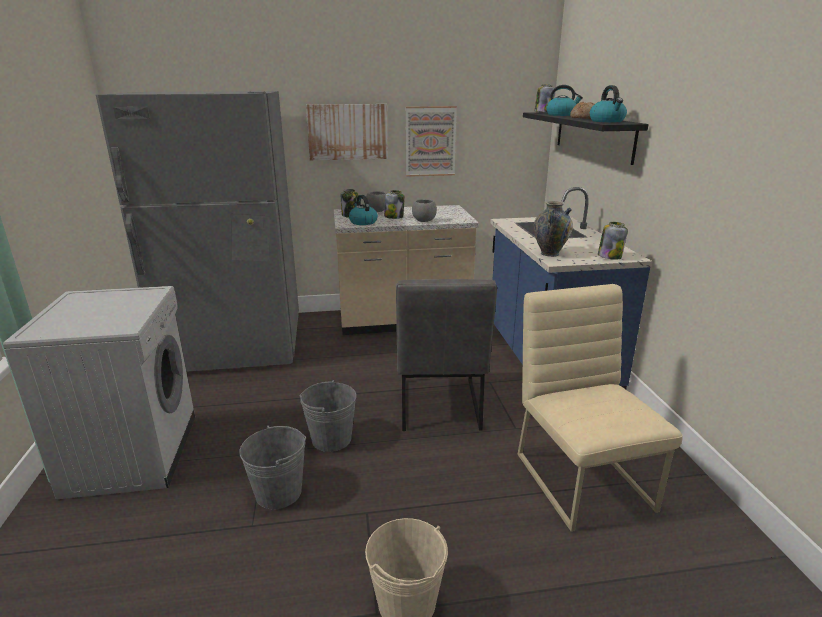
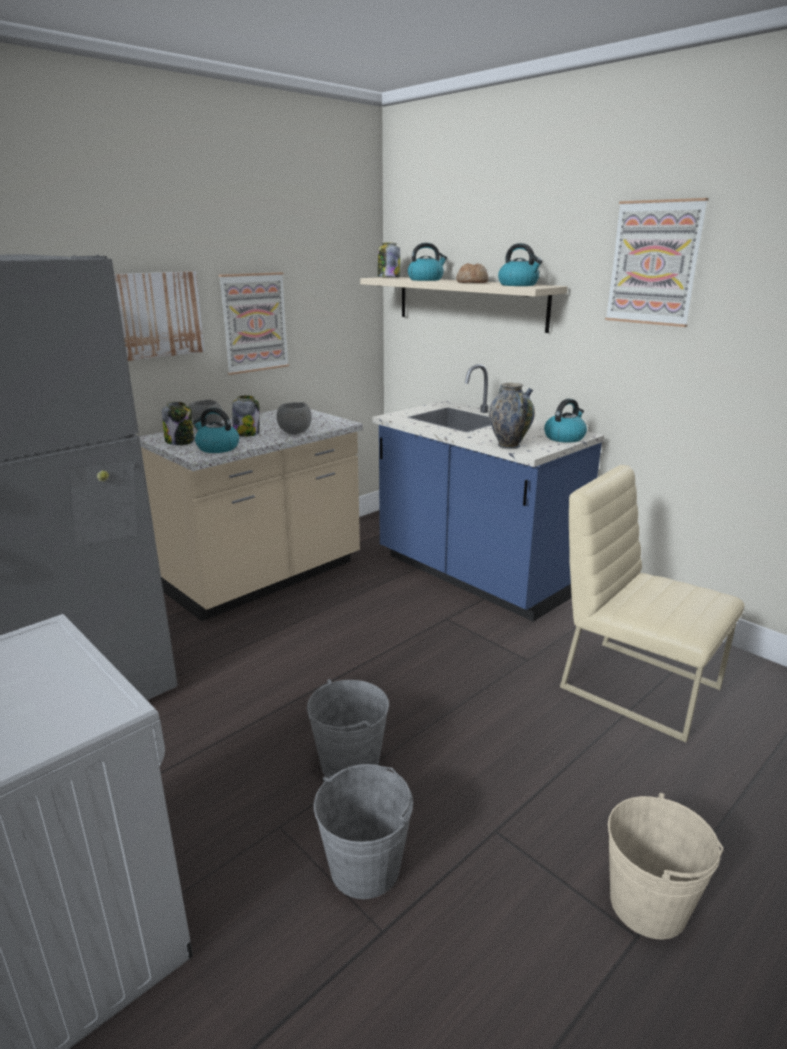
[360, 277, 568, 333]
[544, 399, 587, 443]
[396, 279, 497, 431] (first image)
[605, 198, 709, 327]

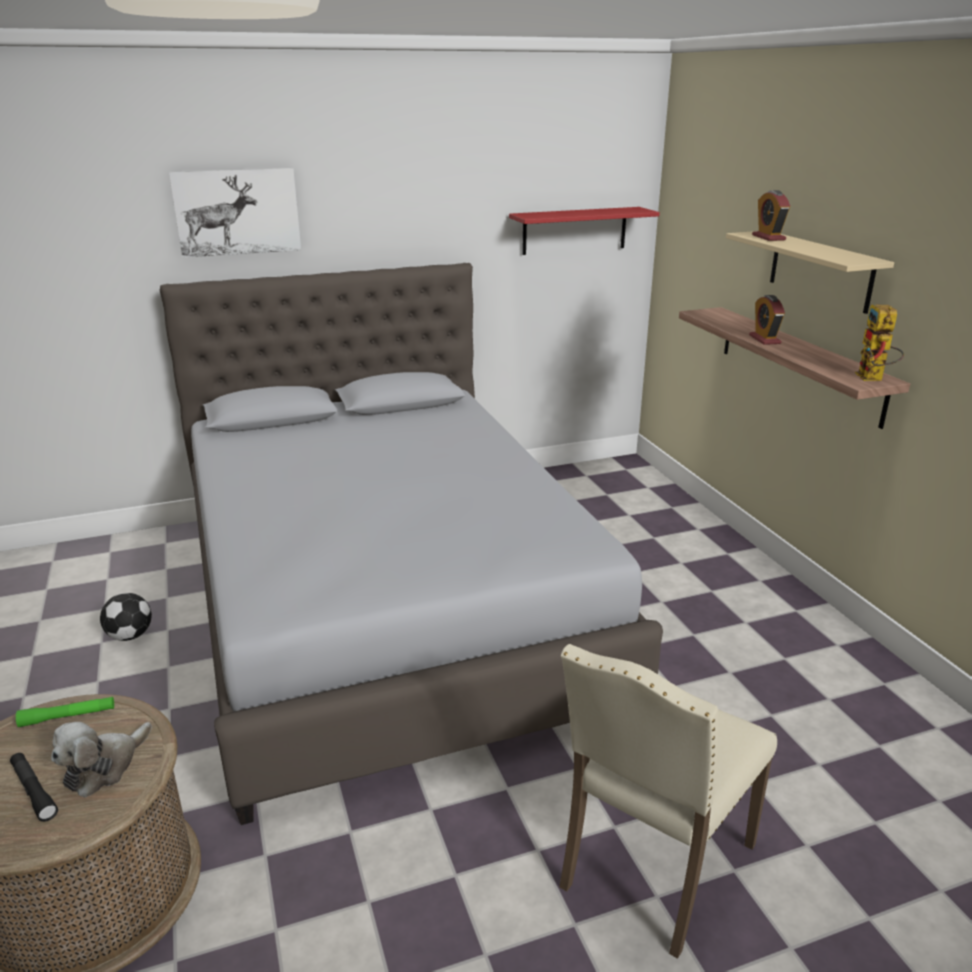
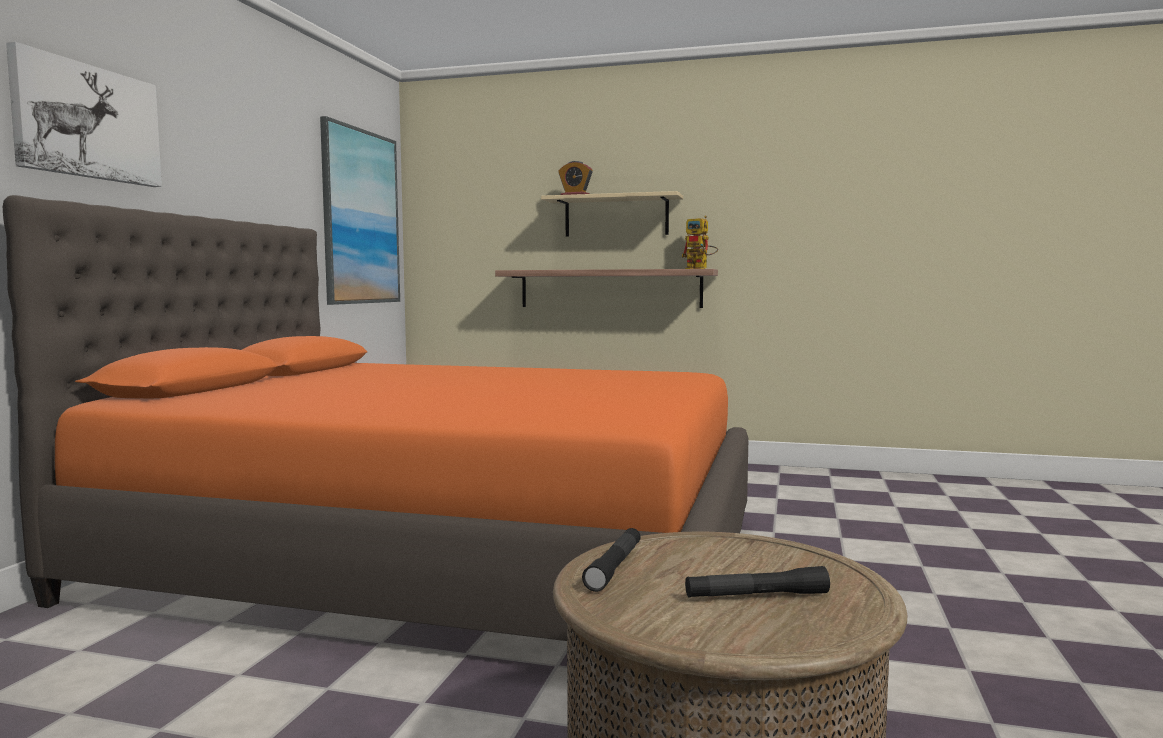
[320, 116, 400, 305]
[3, 195, 748, 641]
[749, 295, 785, 345] (first image)
[100, 593, 152, 641] (first image)
[559, 644, 777, 959] (first image)
[582, 528, 641, 592]
[51, 722, 152, 798] (first image)

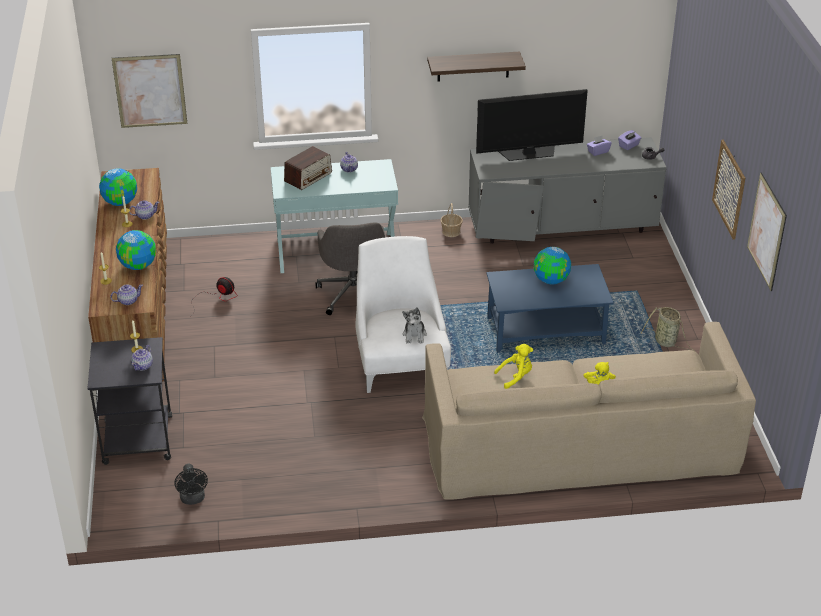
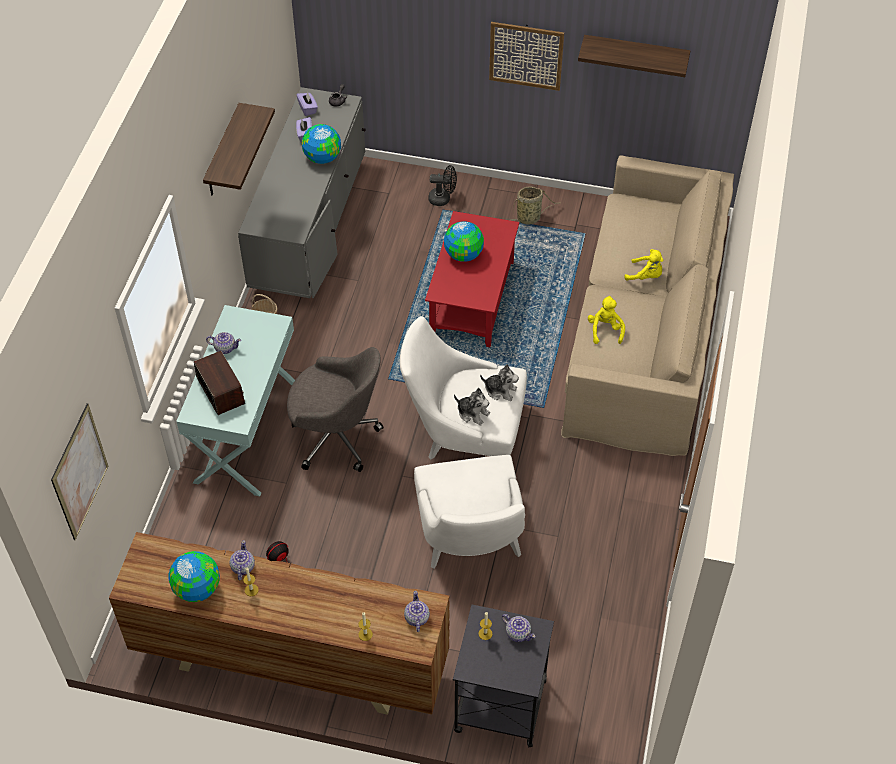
[476, 89, 588, 161] (first image)
[578, 35, 690, 77]
[302, 124, 341, 164]
[425, 211, 519, 347]
[428, 165, 457, 206]
[454, 388, 490, 426]
[414, 455, 525, 569]

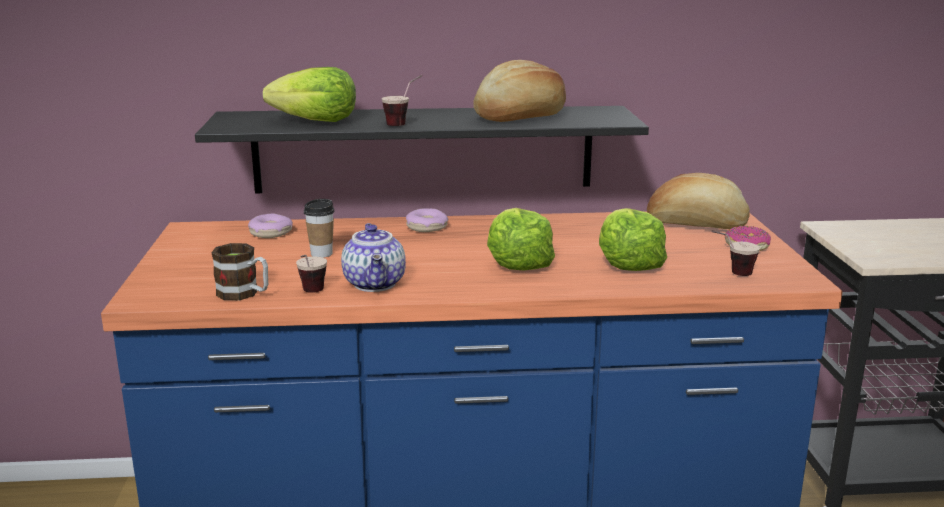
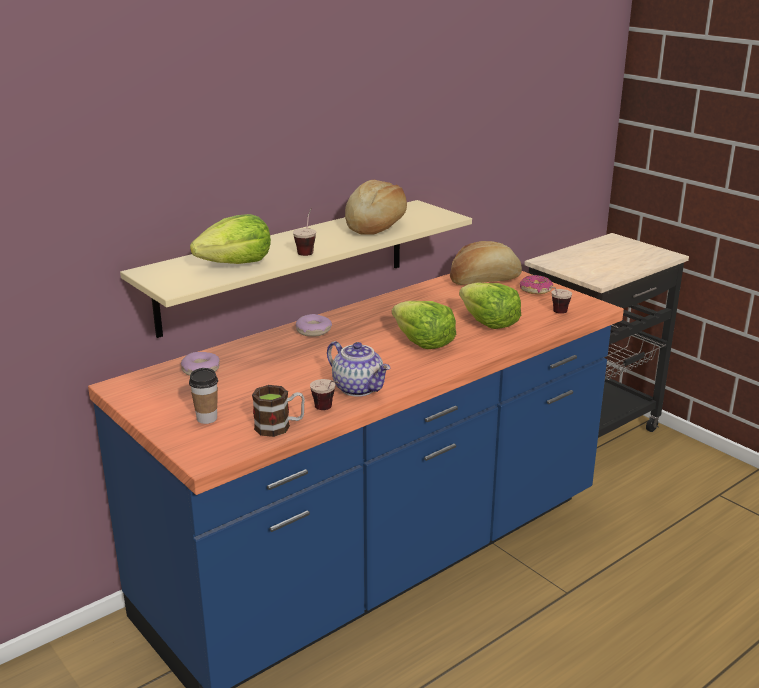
[120, 200, 472, 338]
[189, 368, 218, 424]

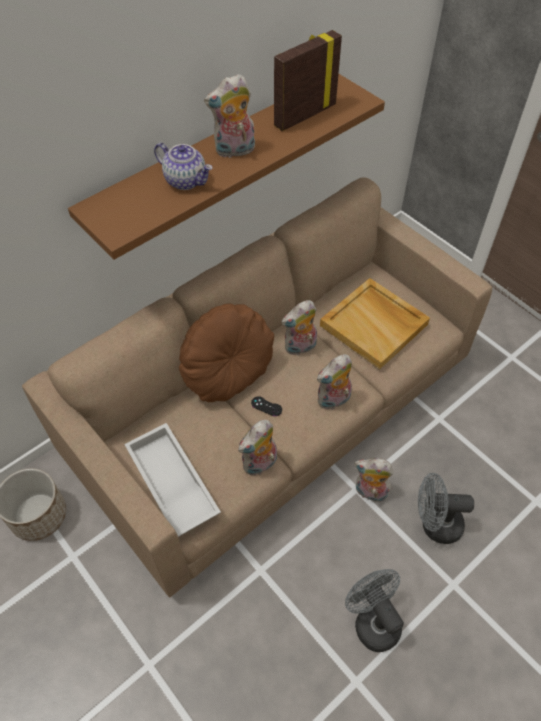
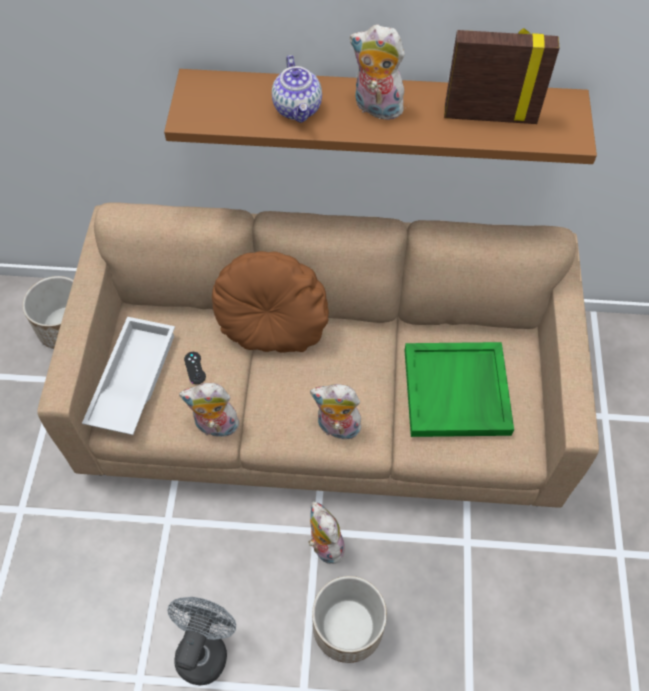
[405, 342, 514, 437]
[281, 300, 317, 355] (first image)
[184, 352, 206, 384]
[312, 576, 387, 663]

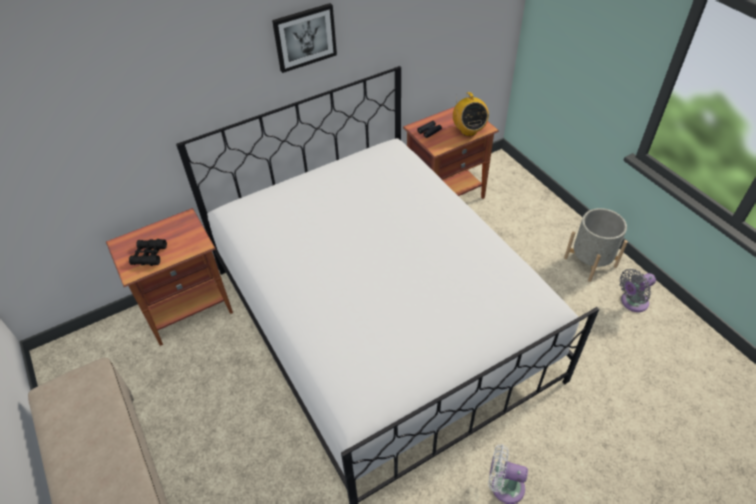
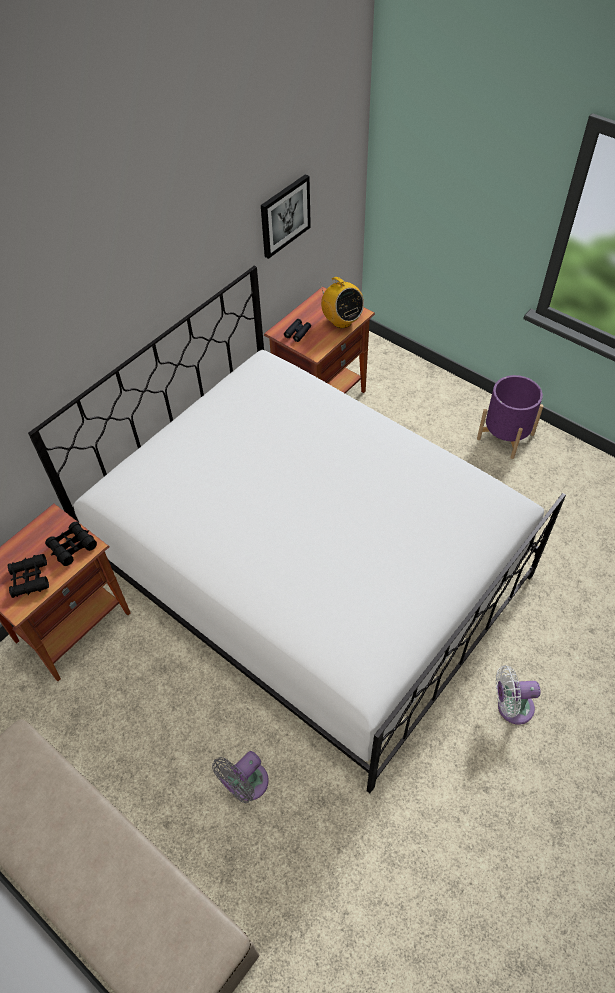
[261, 174, 311, 259]
[477, 375, 543, 459]
[212, 751, 269, 803]
[45, 522, 97, 566]

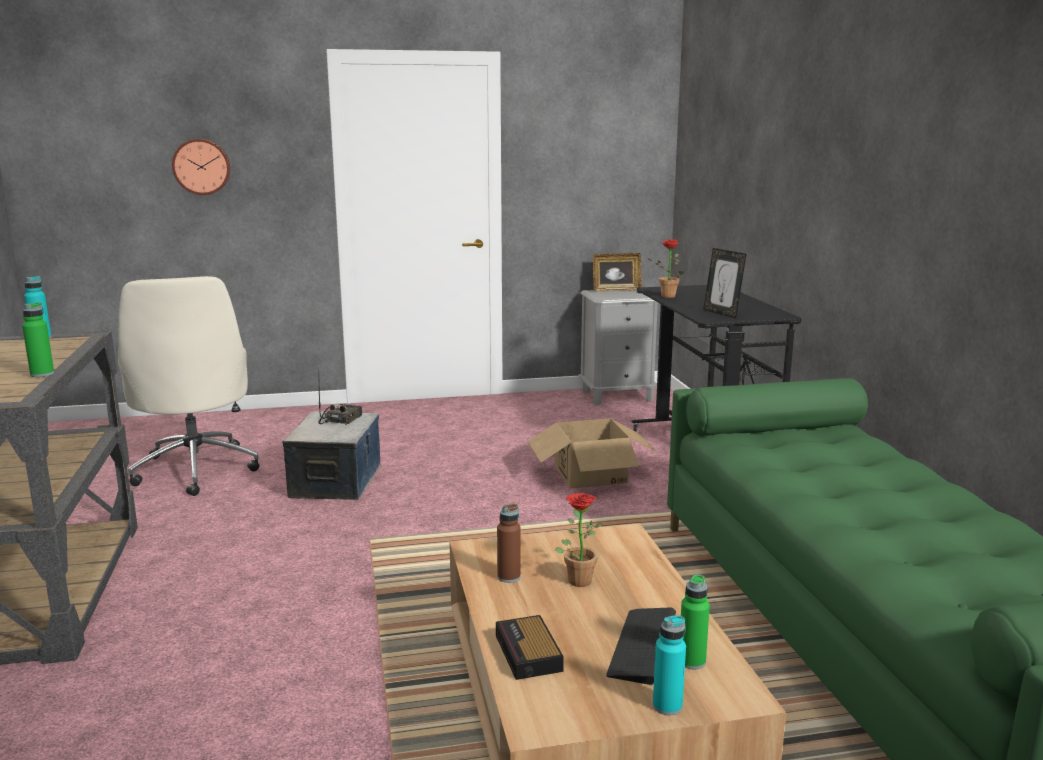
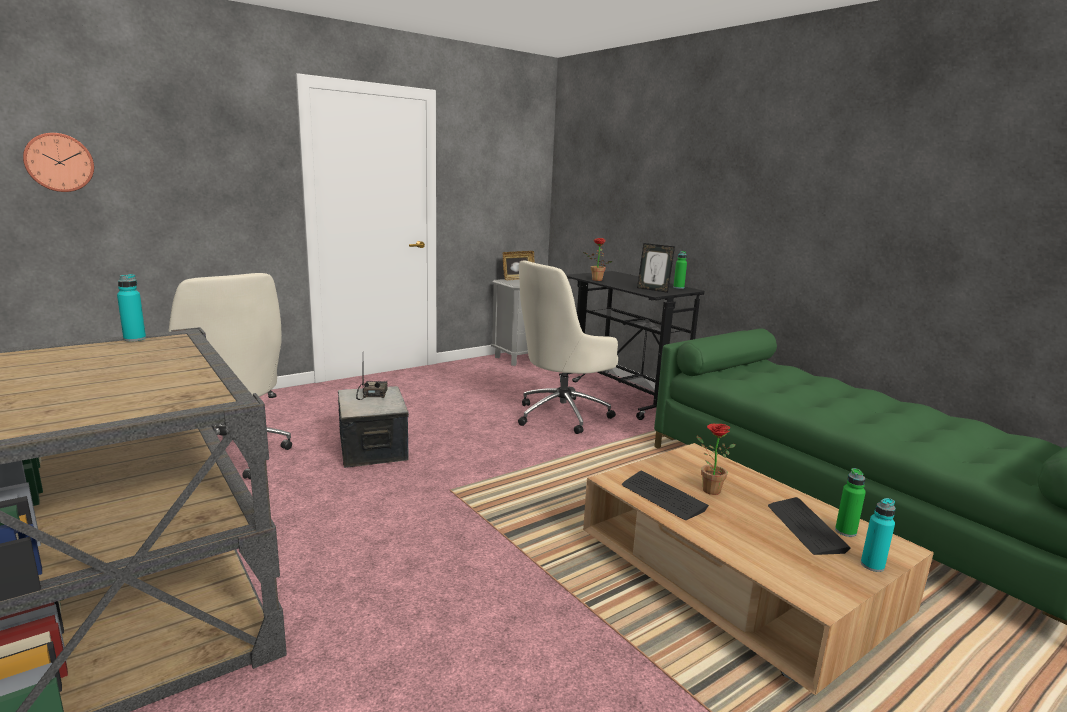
[23, 133, 94, 192]
[673, 251, 687, 289]
[518, 261, 618, 434]
[622, 471, 709, 520]
[496, 615, 564, 680] (first image)

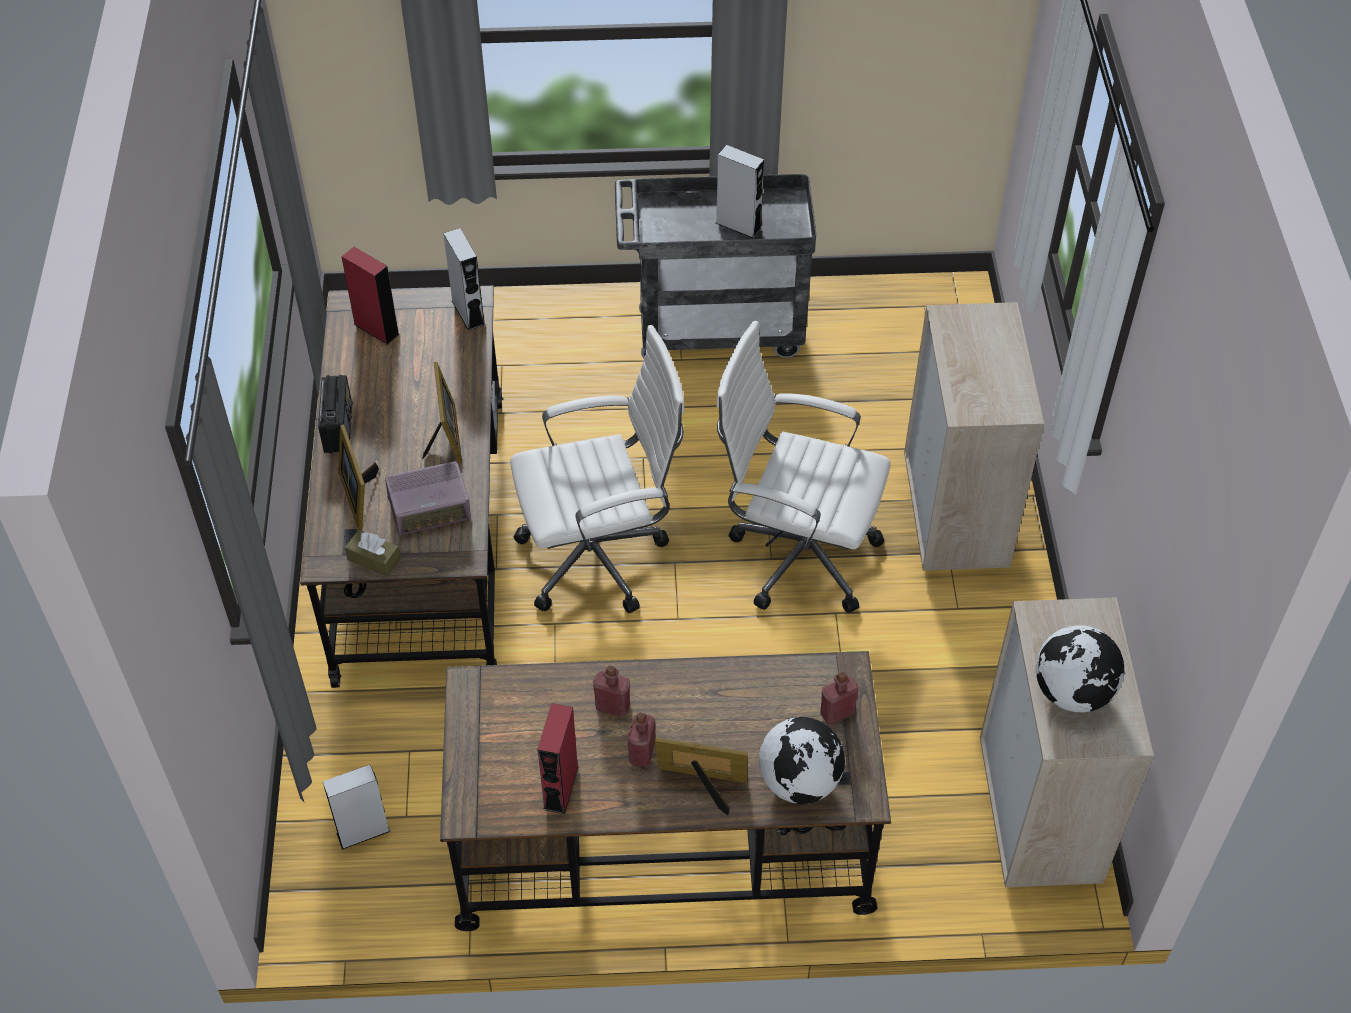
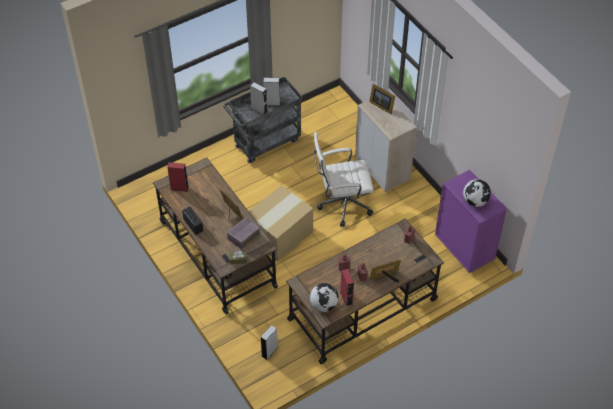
[250, 82, 267, 115]
[249, 185, 313, 261]
[369, 84, 395, 114]
[435, 170, 507, 273]
[310, 283, 339, 312]

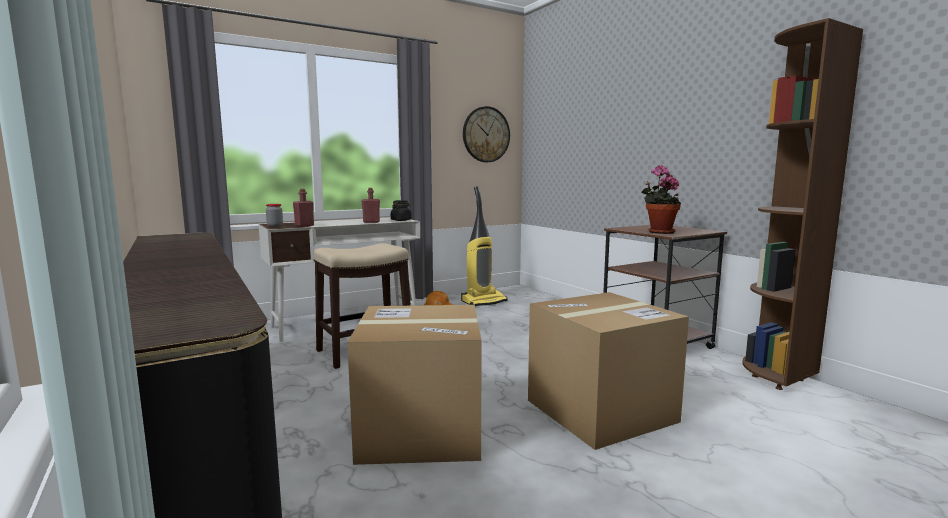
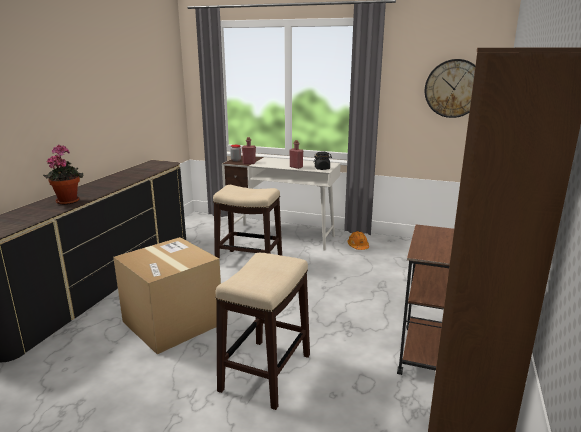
[43, 145, 84, 205]
[461, 186, 508, 306] (first image)
[215, 253, 310, 410]

